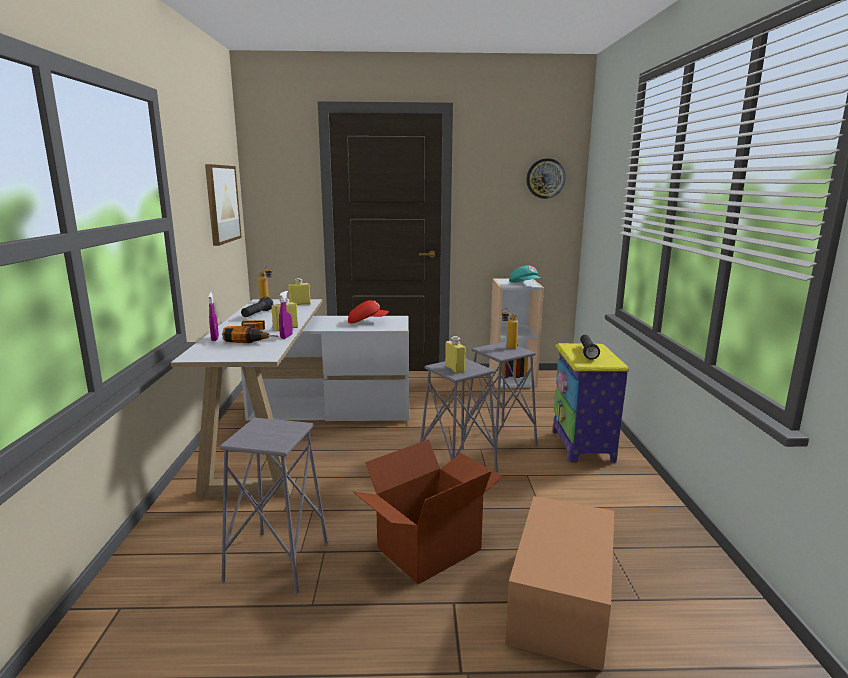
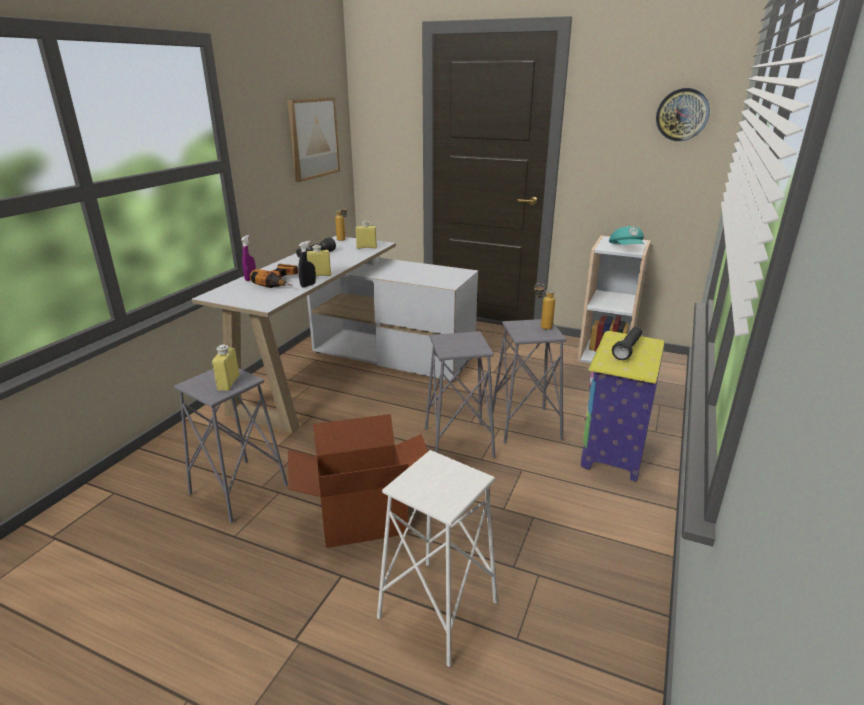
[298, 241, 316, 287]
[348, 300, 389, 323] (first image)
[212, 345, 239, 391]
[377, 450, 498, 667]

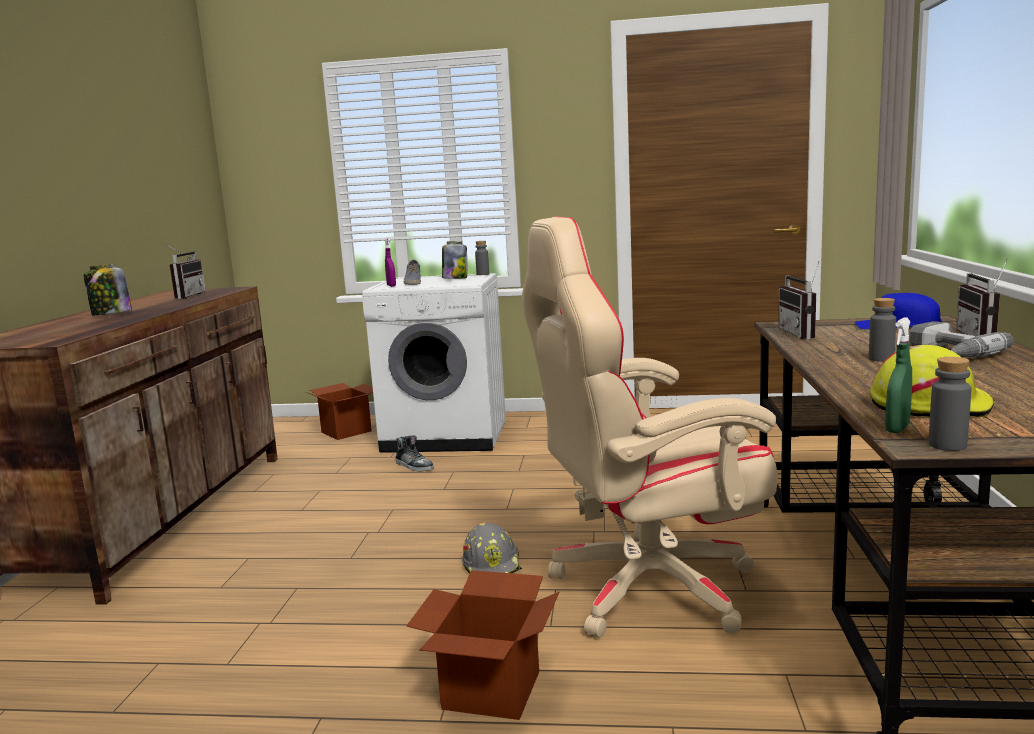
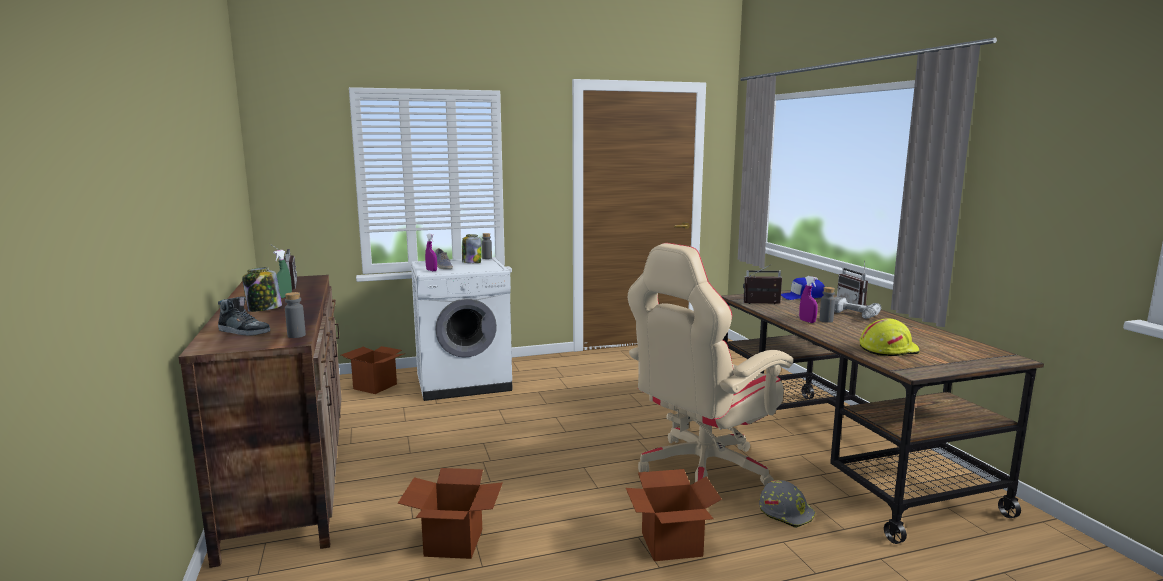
[743, 265, 782, 304]
[273, 250, 292, 298]
[285, 292, 306, 338]
[218, 297, 270, 336]
[759, 480, 816, 528]
[799, 276, 818, 323]
[398, 468, 503, 559]

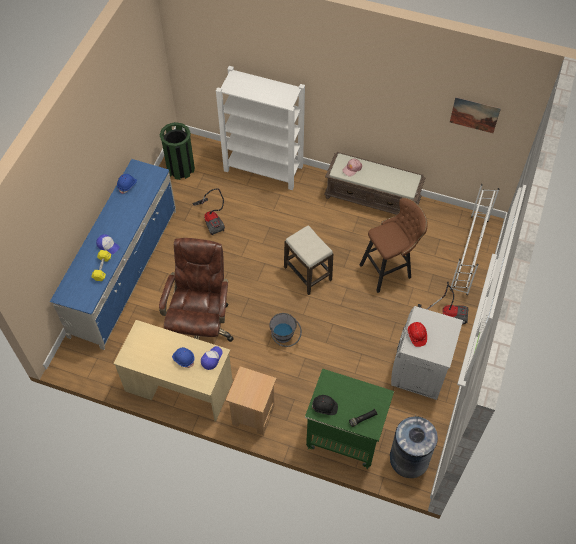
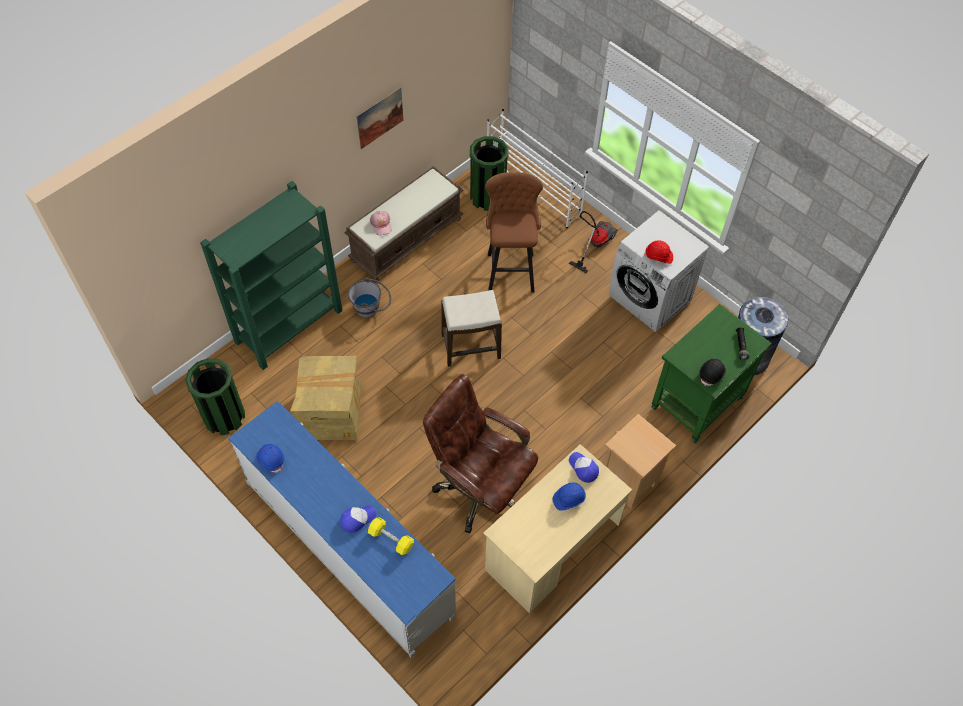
[200, 181, 342, 370]
[357, 87, 403, 149]
[290, 356, 361, 440]
[348, 278, 391, 318]
[470, 136, 509, 211]

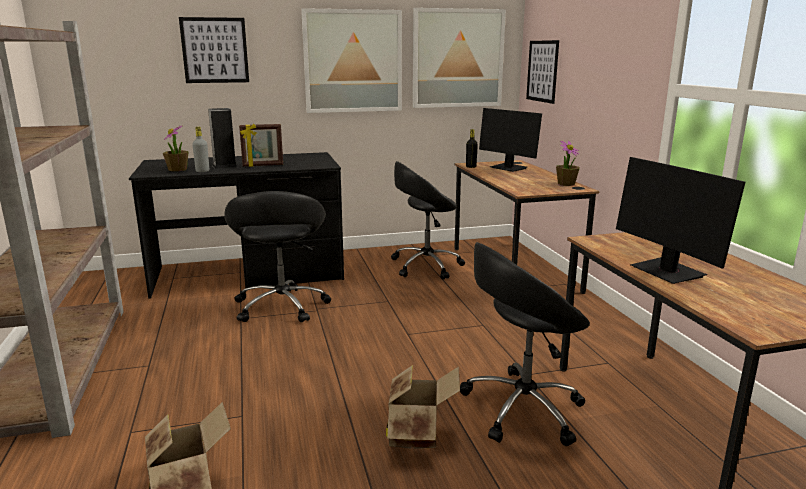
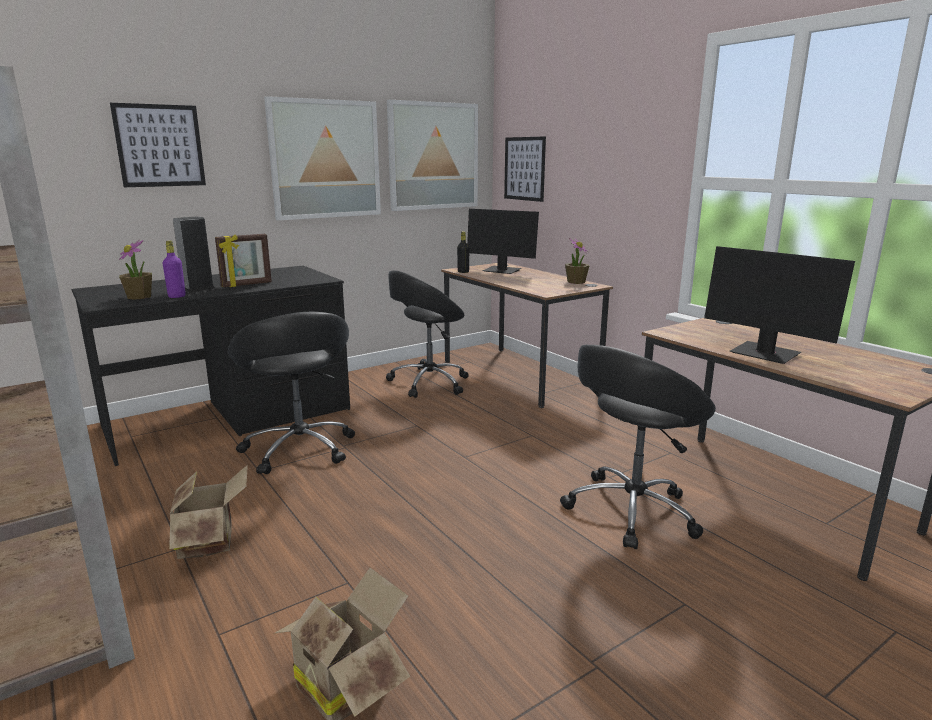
[163, 241, 186, 298]
[169, 465, 248, 559]

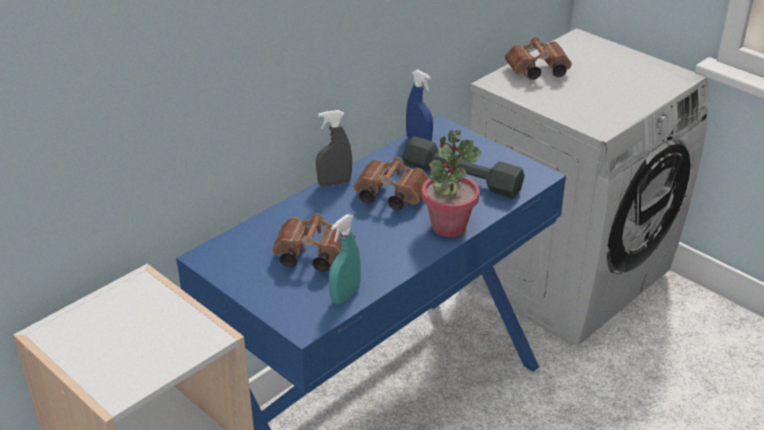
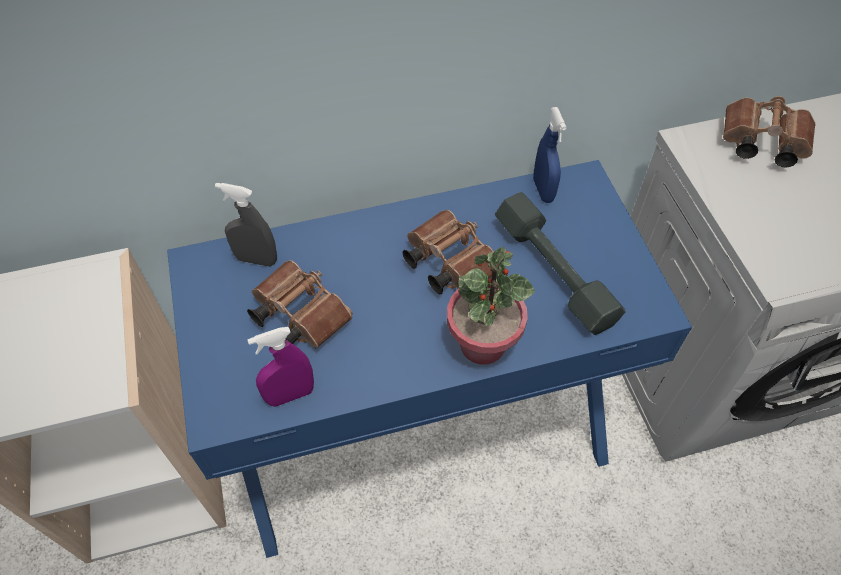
[215, 183, 277, 267]
[247, 327, 314, 407]

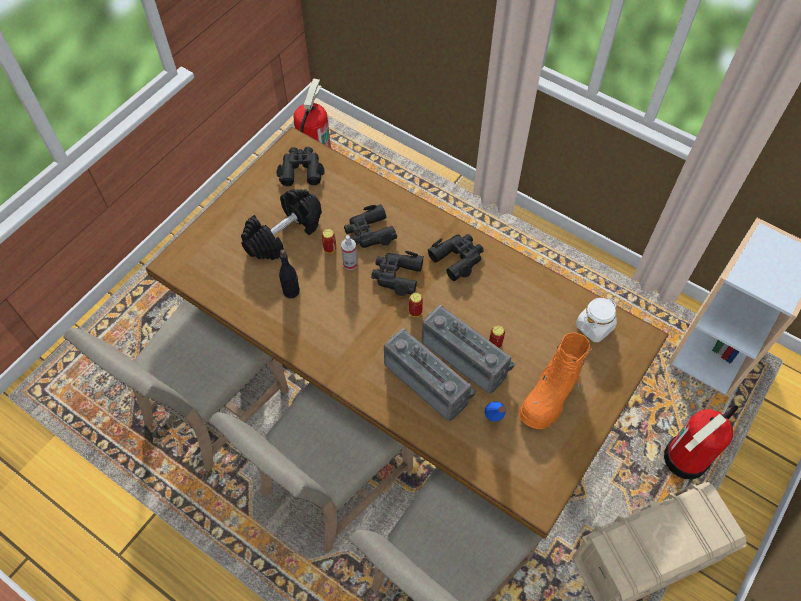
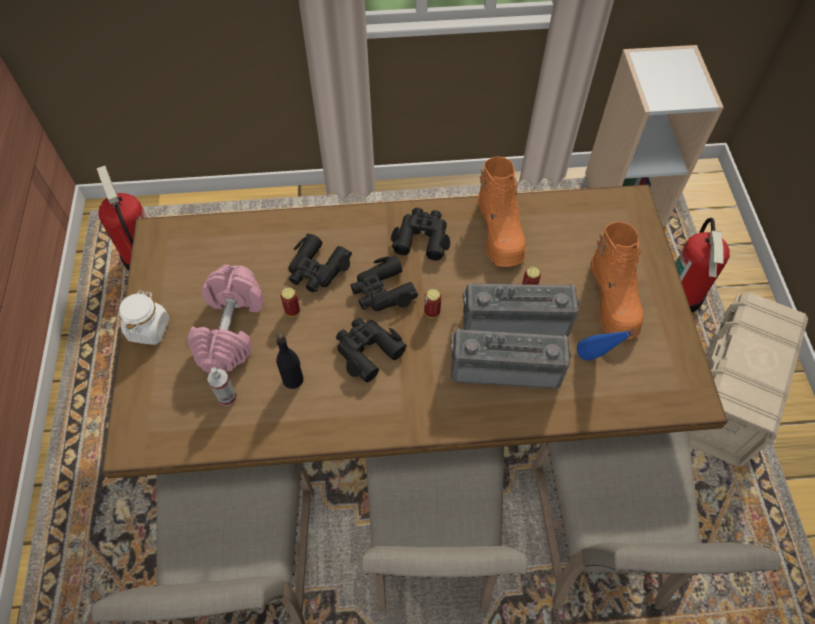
[336, 318, 407, 382]
[187, 265, 264, 373]
[207, 367, 237, 406]
[119, 291, 170, 345]
[478, 156, 525, 267]

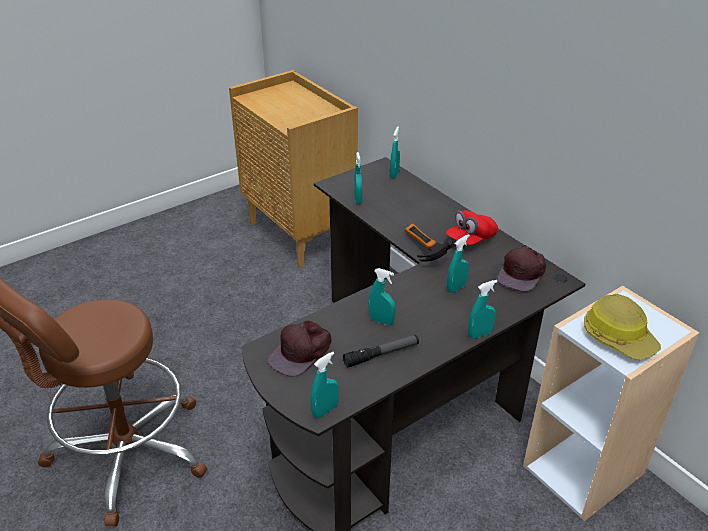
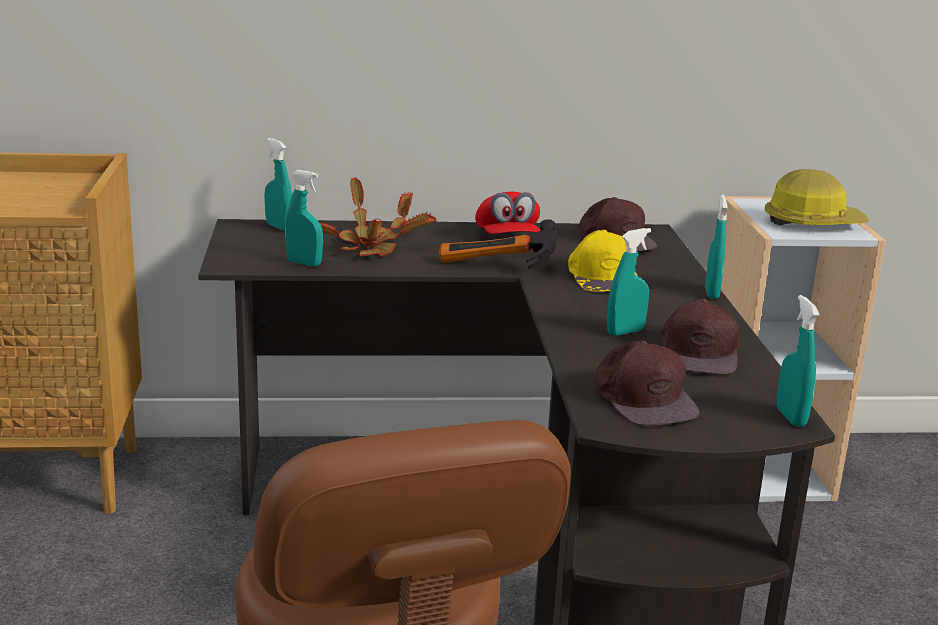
[568, 230, 638, 292]
[661, 299, 739, 375]
[320, 177, 437, 257]

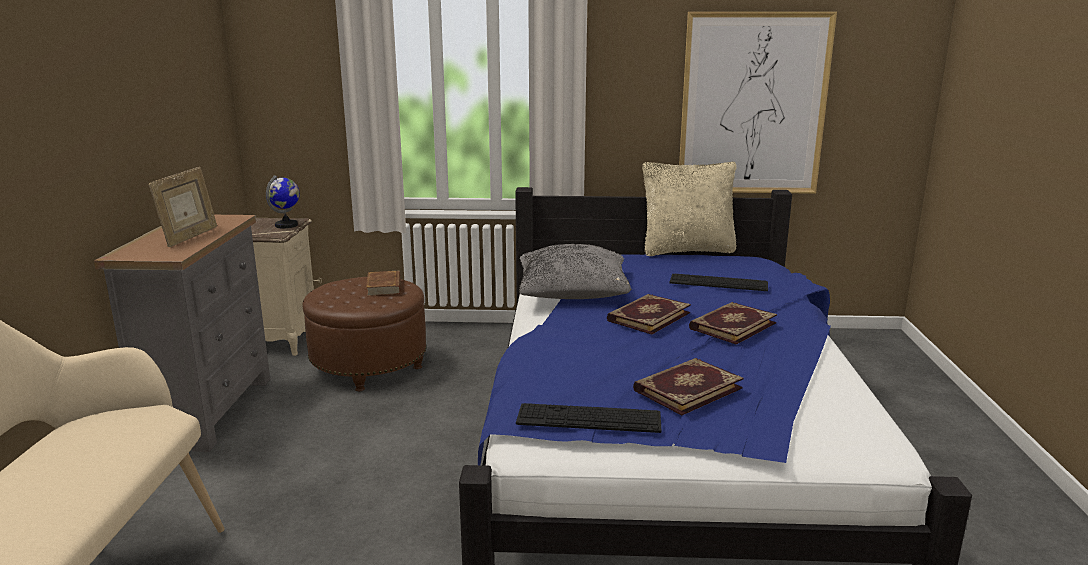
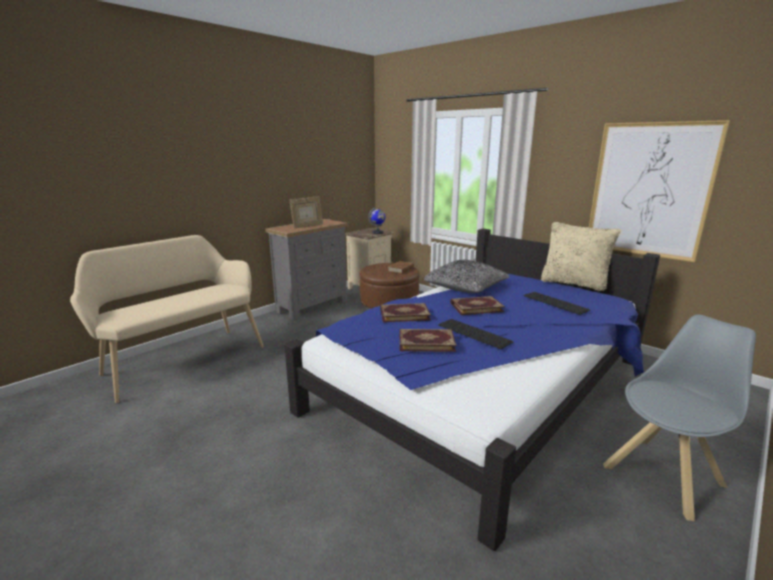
[380, 303, 431, 322]
[438, 319, 514, 349]
[603, 315, 756, 521]

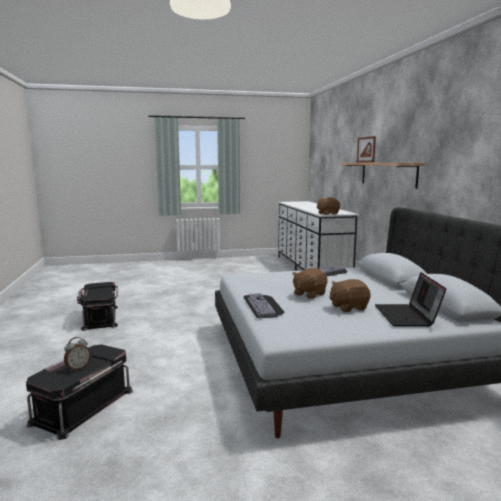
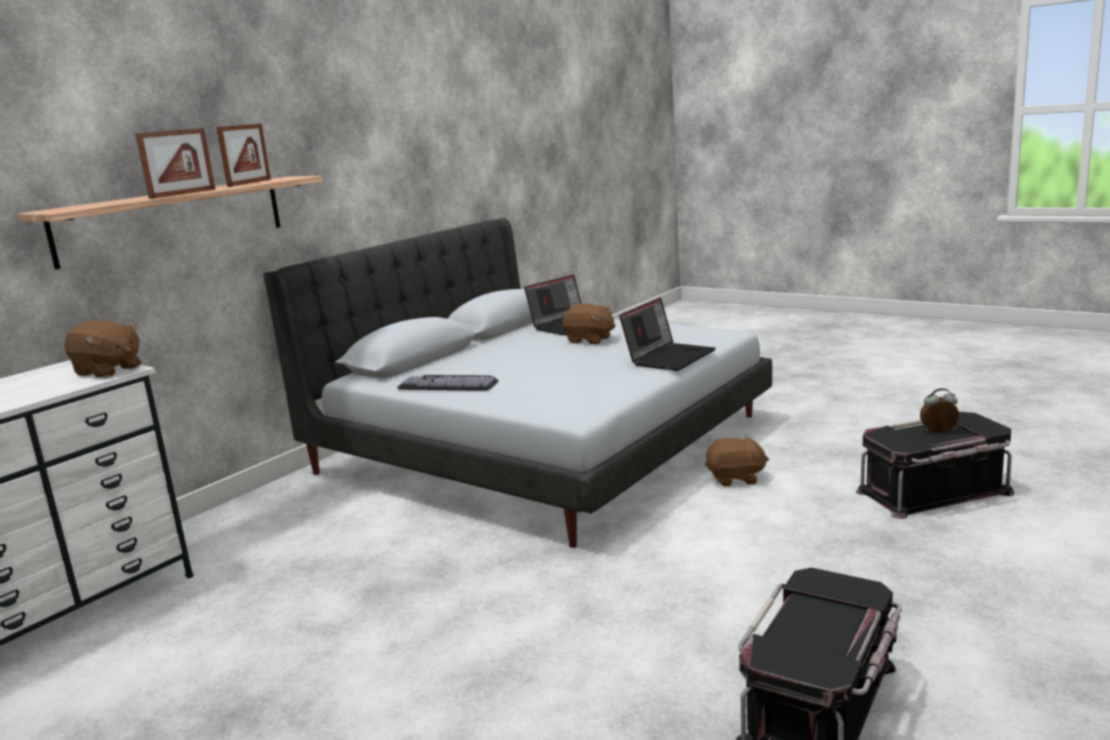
[705, 436, 769, 486]
[619, 298, 716, 371]
[217, 124, 271, 187]

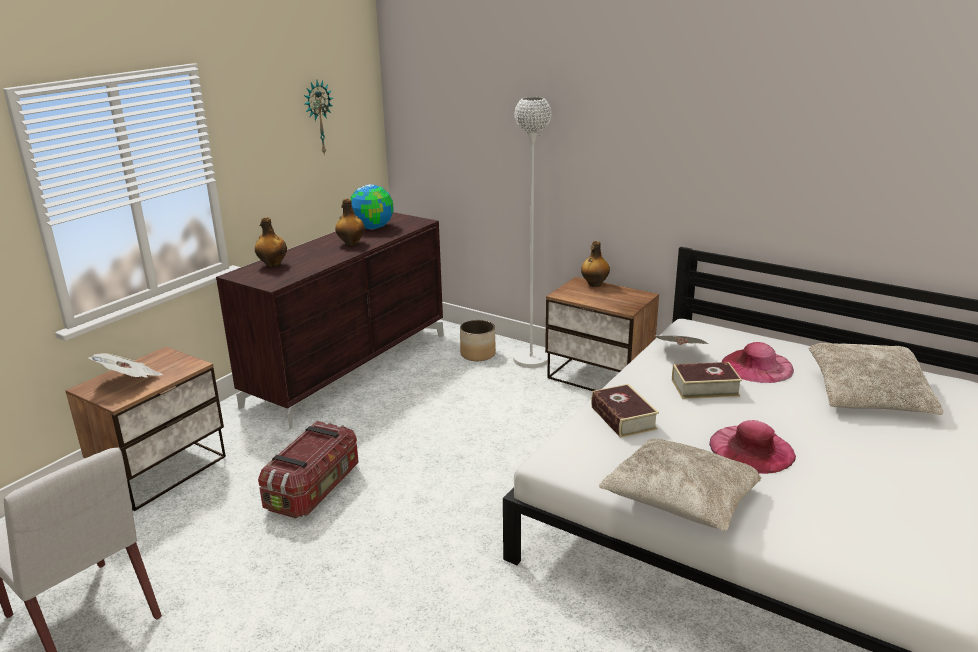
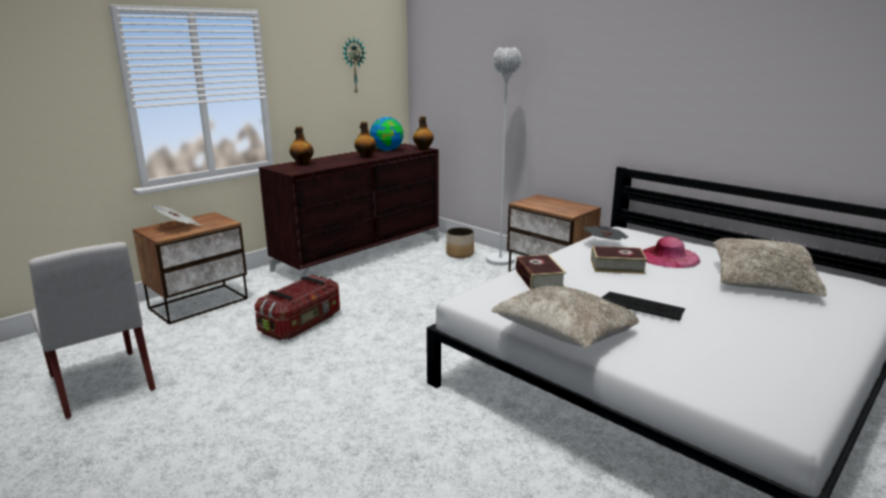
[413, 116, 434, 150]
[601, 292, 685, 321]

